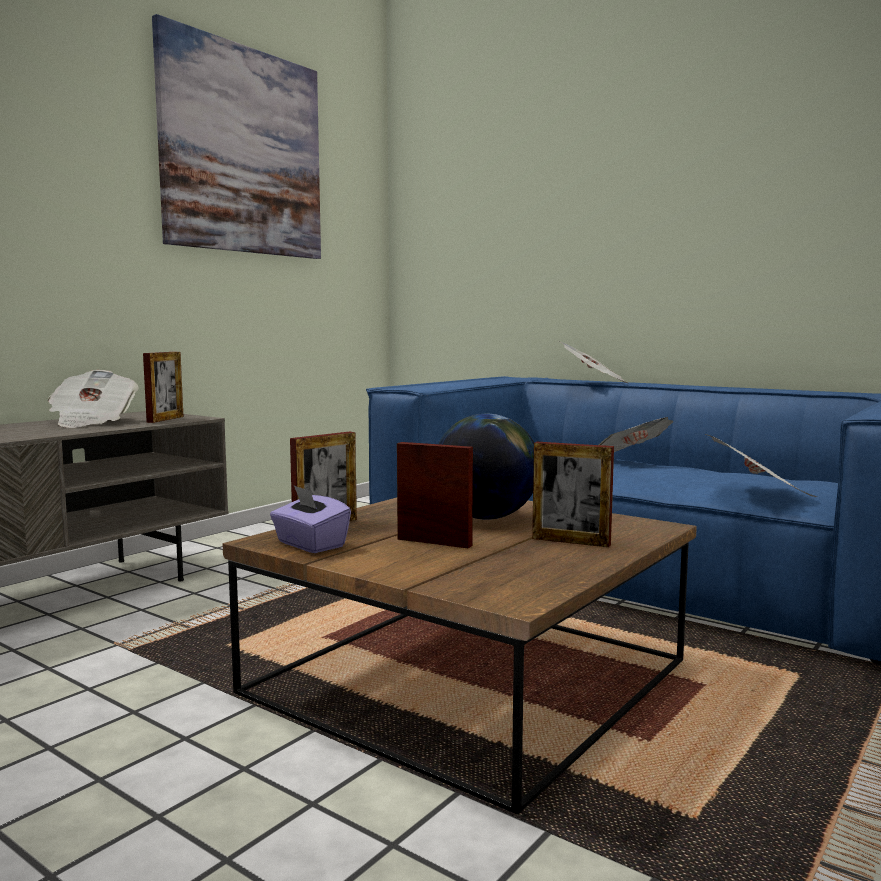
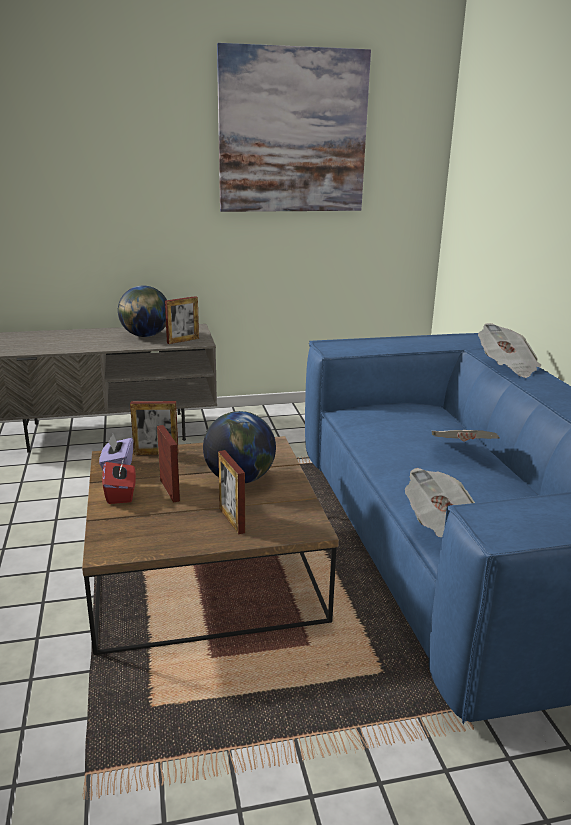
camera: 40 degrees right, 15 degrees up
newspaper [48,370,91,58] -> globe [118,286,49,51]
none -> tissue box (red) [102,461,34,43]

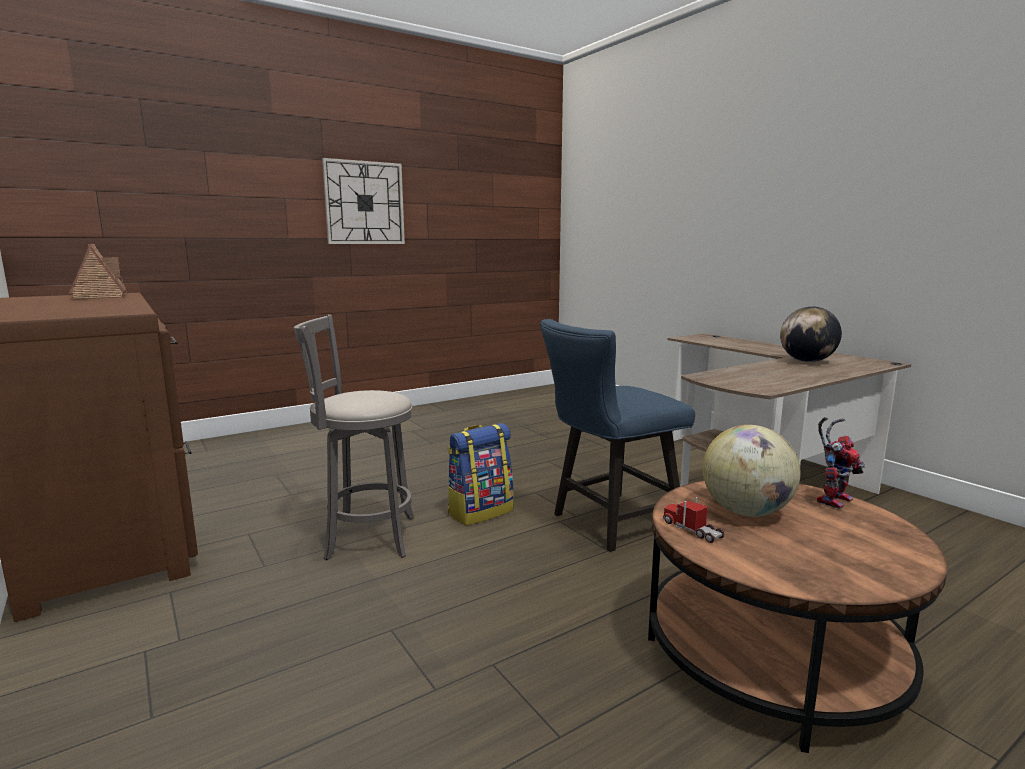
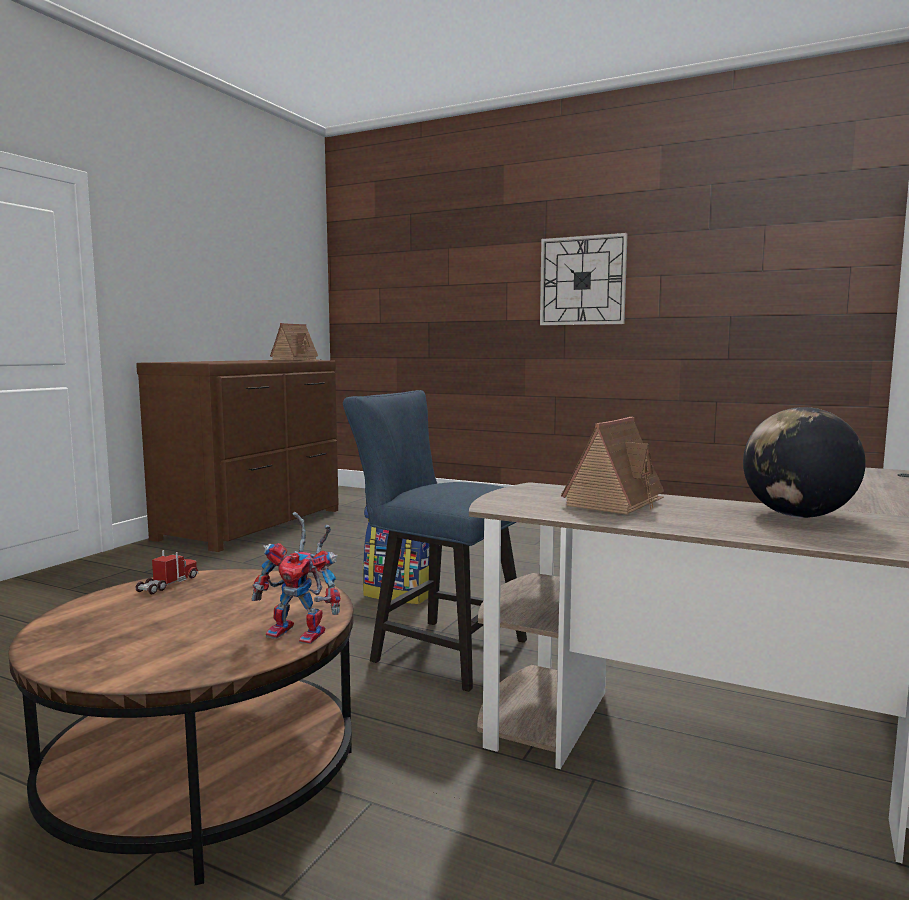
camera: 60 degrees right, 5 degrees down
stool (grey) [294,314,120,246] -> none
globe [703,425,98,92] -> none
none -> toy house [561,417,103,98]

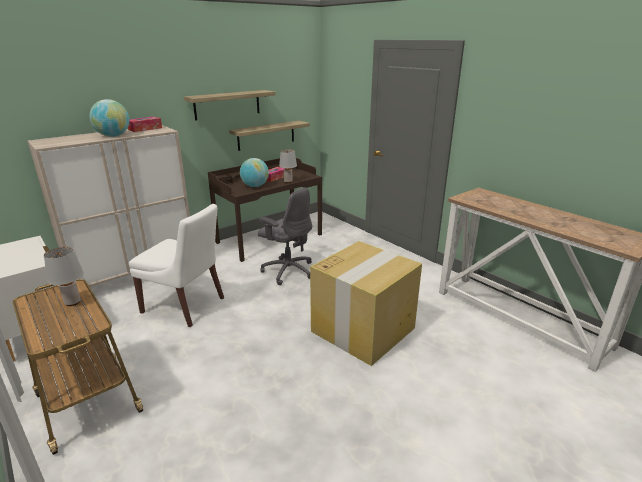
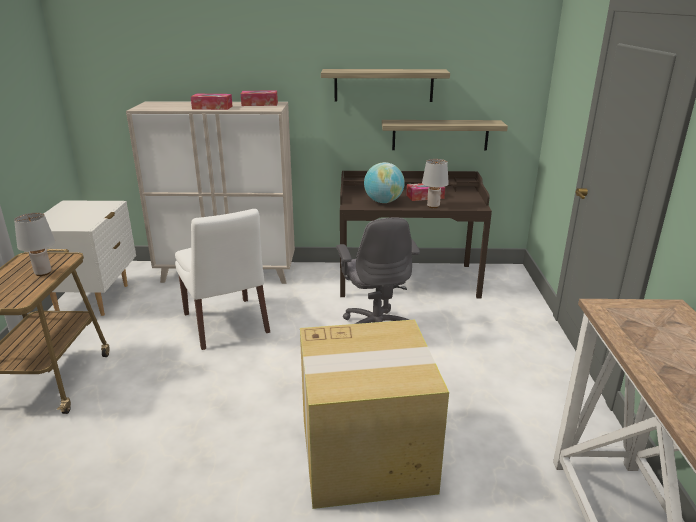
camera: 40 degrees right, 0 degrees up
globe [89,99,40,38] -> tissue box [191,94,41,16]

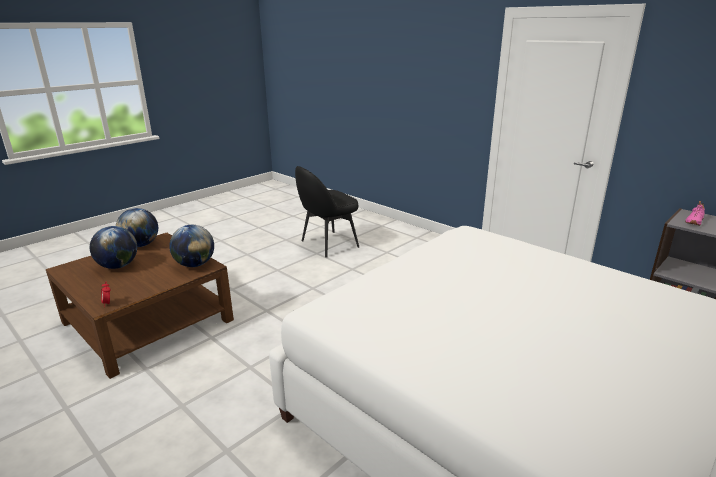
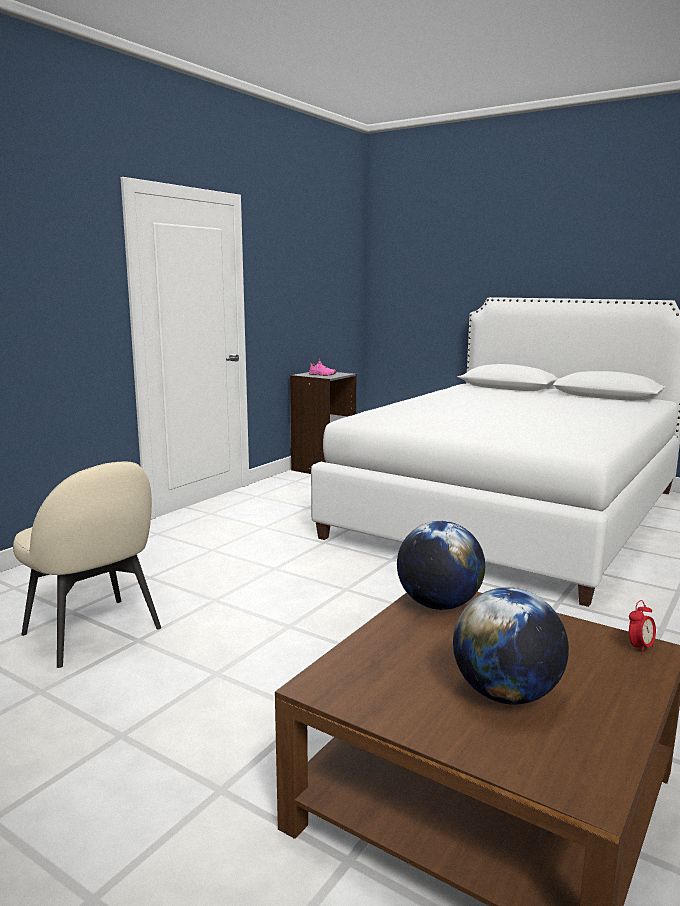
camera: 100 degrees left, 10 degrees down
chair (black) [295,166,64,91] -> chair (beige) [13,462,148,206]
globe [116,208,42,39] -> none

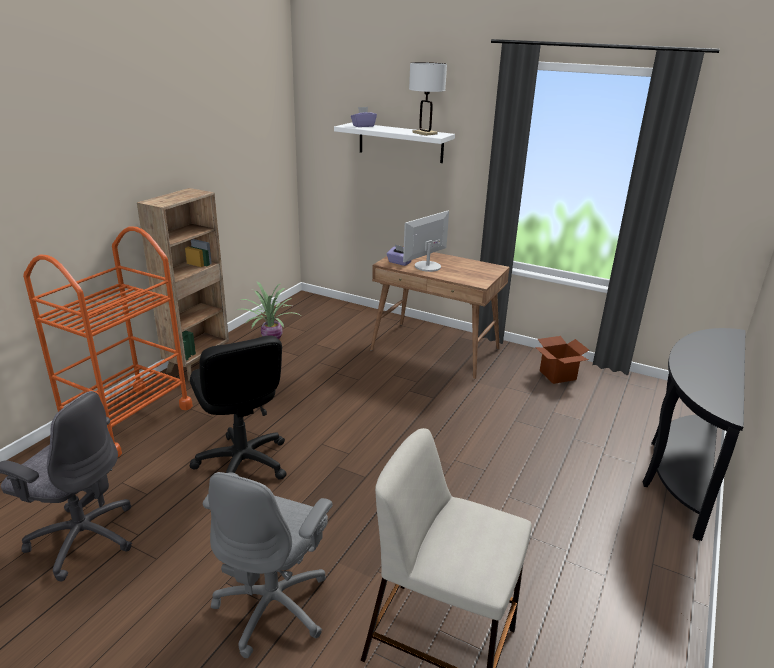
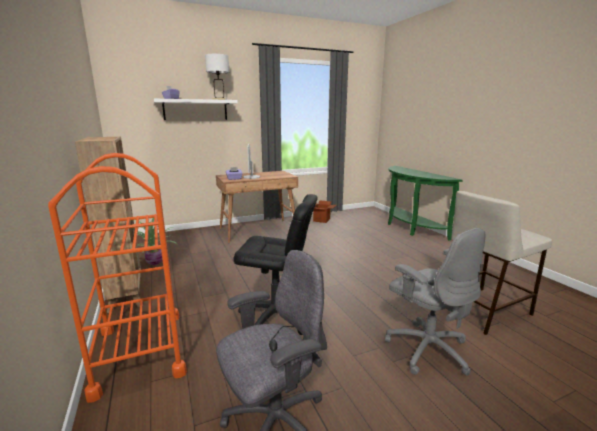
camera: 50 degrees left, 10 degrees down
console table (black) [643,328,102,213] -> console table (green) [388,166,75,75]

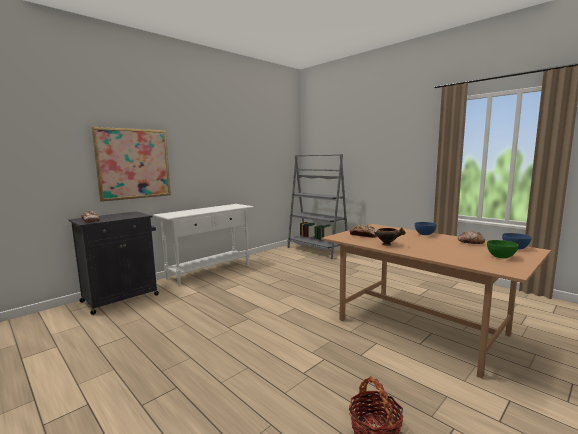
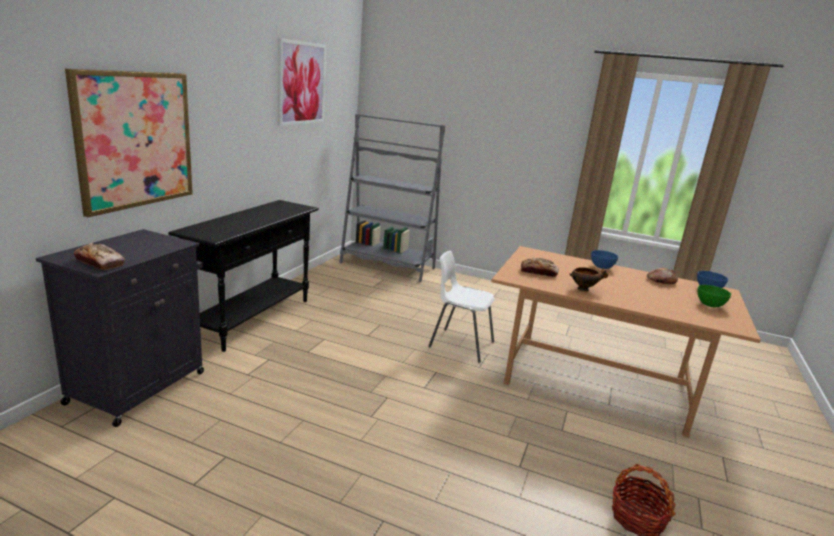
camera: 25 degrees left, 10 degrees up
console table (white) [153,204,100,82] -> console table (black) [168,200,151,152]
none -> picture [278,38,48,88]
none -> chair (white) [428,251,66,112]

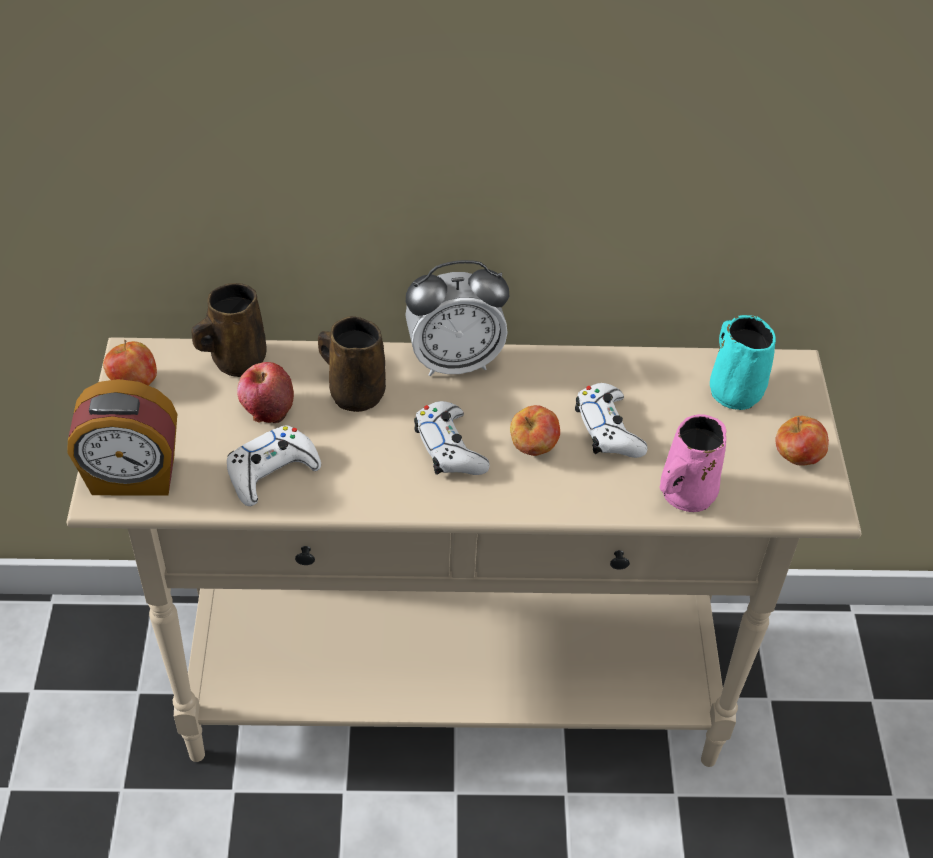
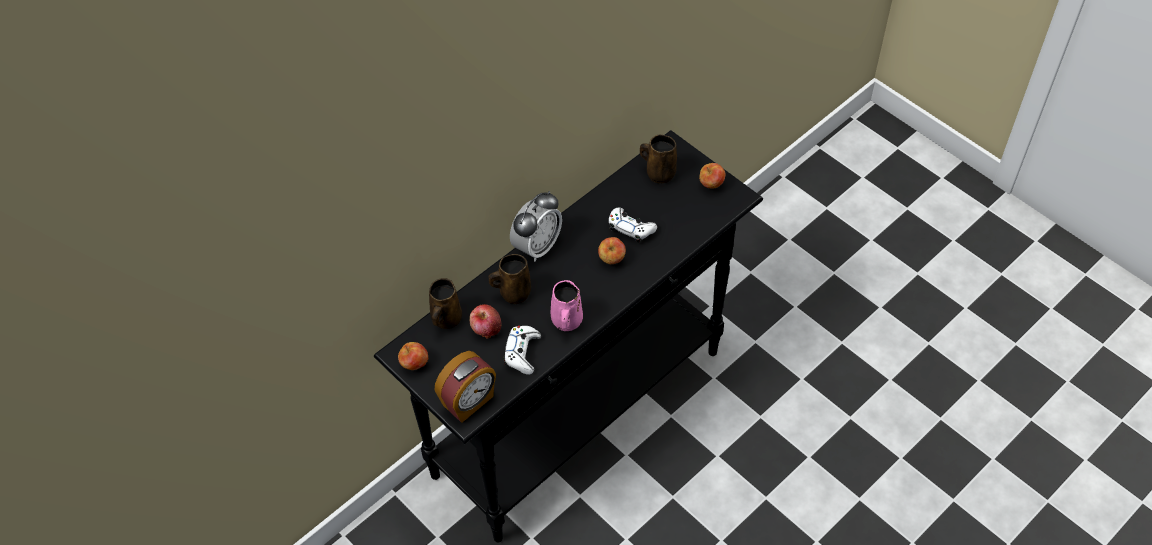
camera: 40 degrees left, 5 degrees up
mug (turquoise) [710,315,66,95] -> mug (brown) [640,134,37,49]
console table (beige) [66,337,796,430] -> console table (black) [374,130,389,413]
game controller (white) [414,401,76,74] -> none
mug (pink) [660,414,66,98] -> mug (pink) [551,280,32,51], relocated

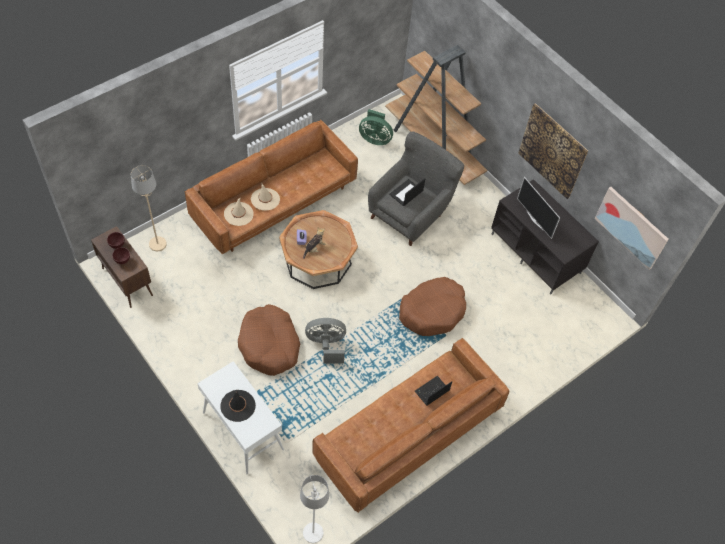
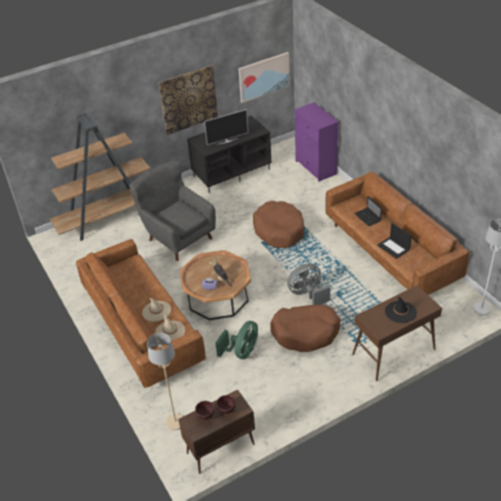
camera: 75 degrees left, 15 degrees down
fan (green) [359,109,34,36] -> fan (green) [215,321,43,38], relocated
laptop [389,178,36,28] -> laptop [377,223,35,36], relocated
fan (grey) [305,318,41,45] -> fan (grey) [287,263,43,42], 60 degrees clockwise
console table (white) [197,361,87,113] -> console table (brown) [352,285,90,96]
none -> dresser (purple) [294,102,45,80]

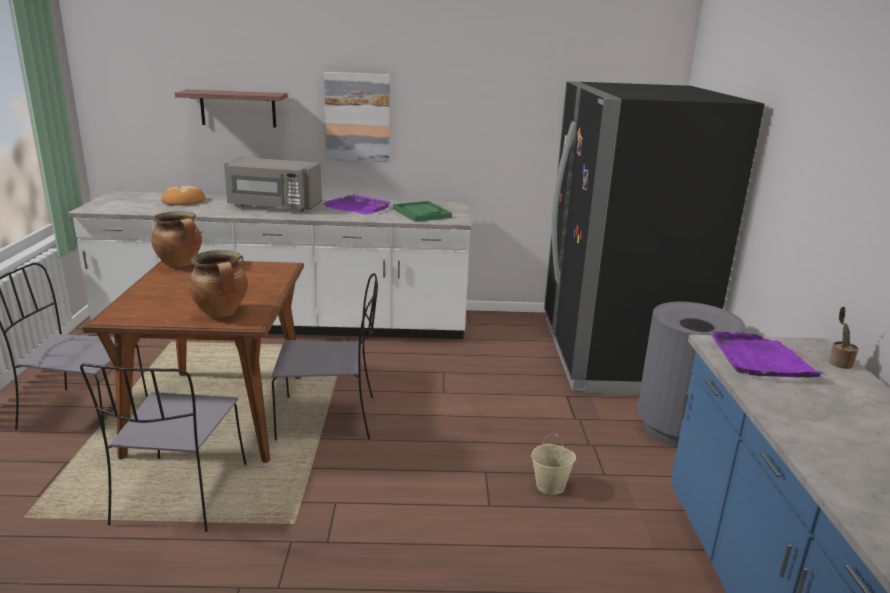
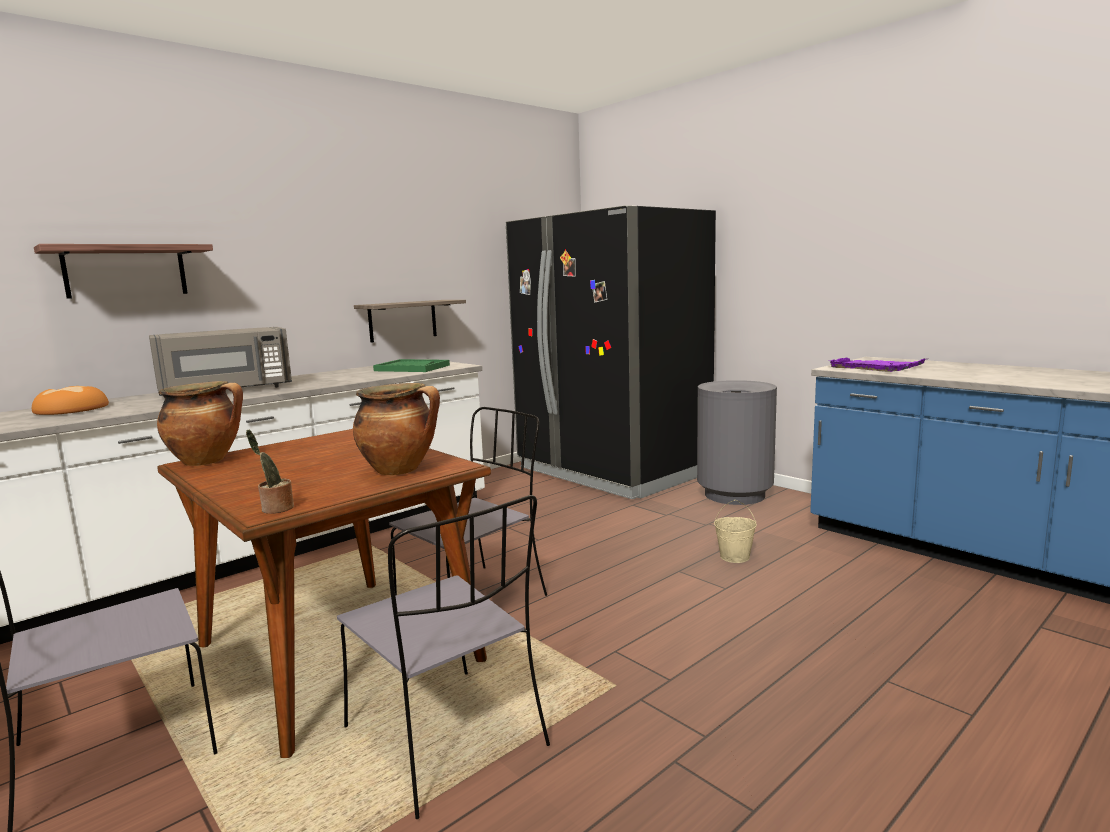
camera: 40 degrees left, 10 degrees down
picture [324,72,66,90] -> none
tray (purple) [323,194,67,21] -> none
potted plant [829,307,29,62] -> potted plant [246,430,48,84], relocated
none -> shelf [354,300,112,43]

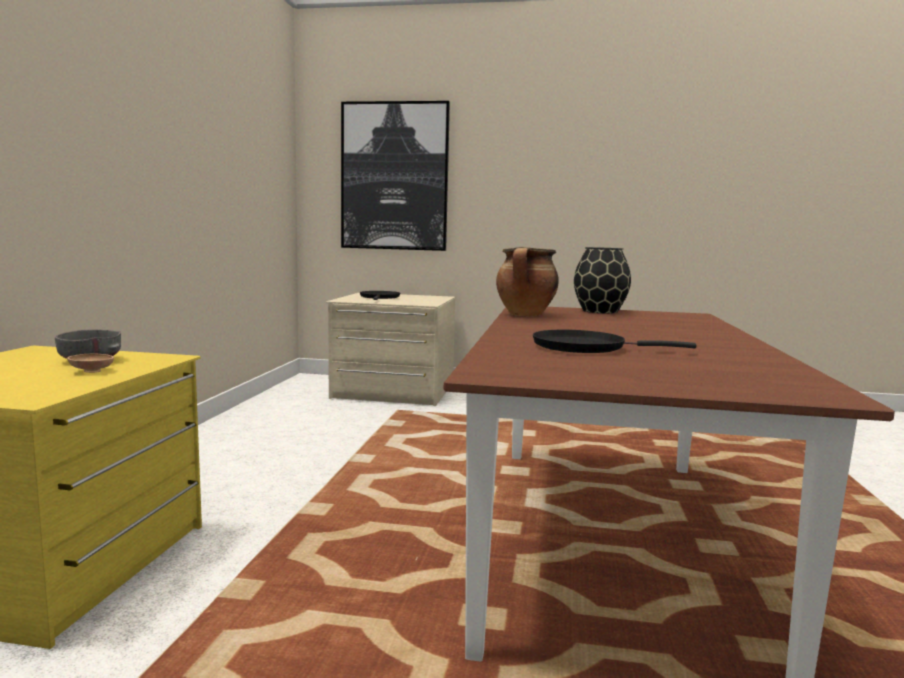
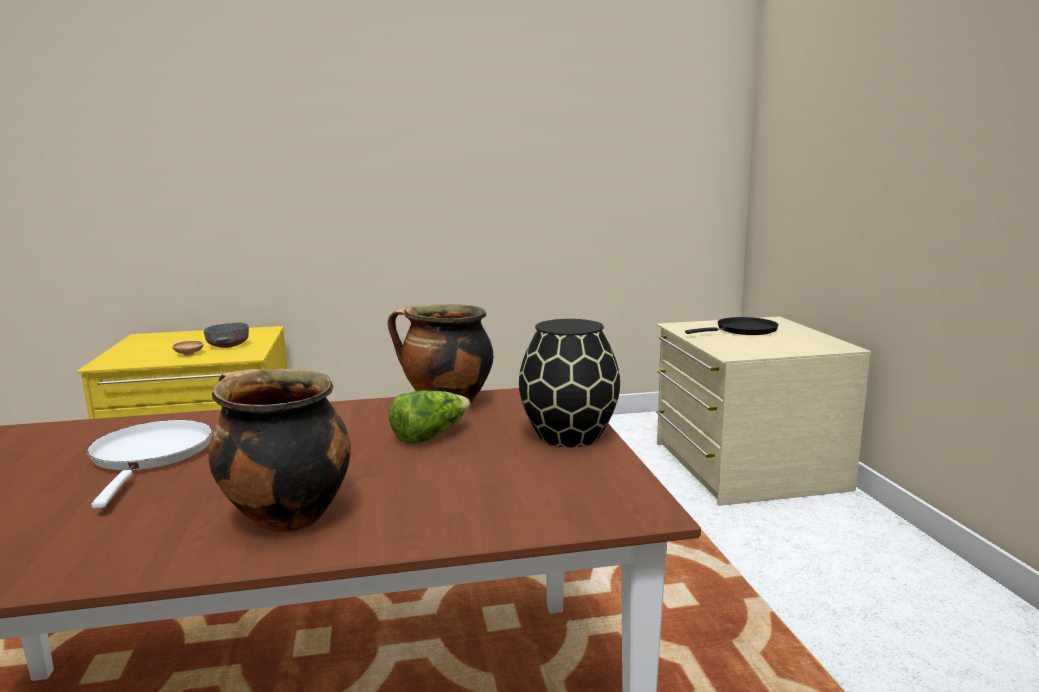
camera: 70 degrees right, 5 degrees up
picture [341,101,109,150] -> none
frying pan (black) [533,330,164,23] -> frying pan (white) [87,420,125,89]
none -> cooking pot [208,369,143,163]
none -> lettuce [388,390,82,54]

